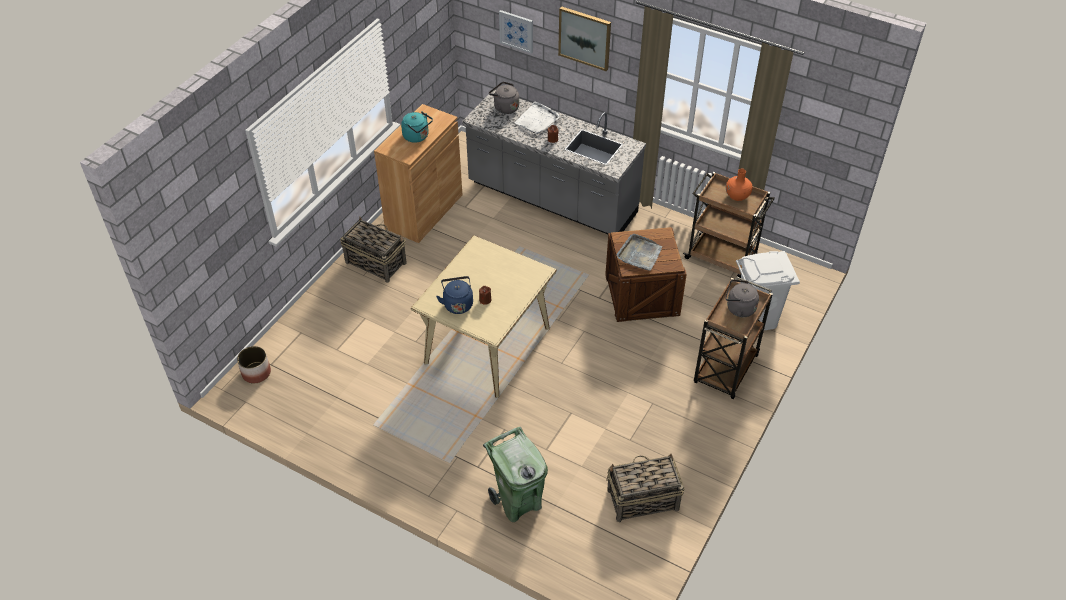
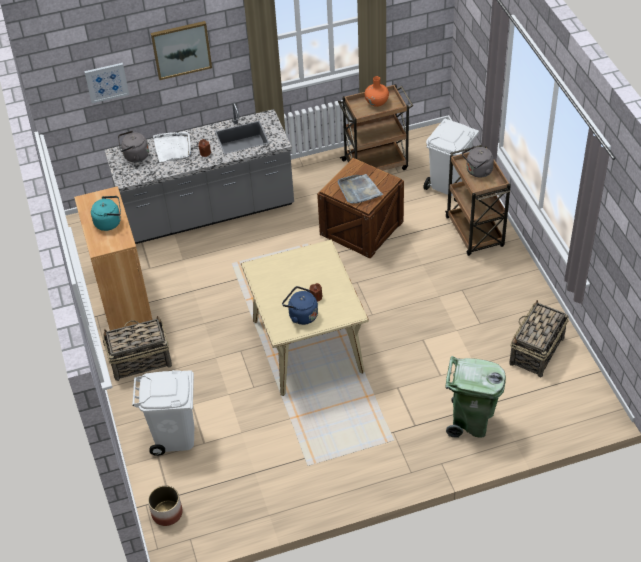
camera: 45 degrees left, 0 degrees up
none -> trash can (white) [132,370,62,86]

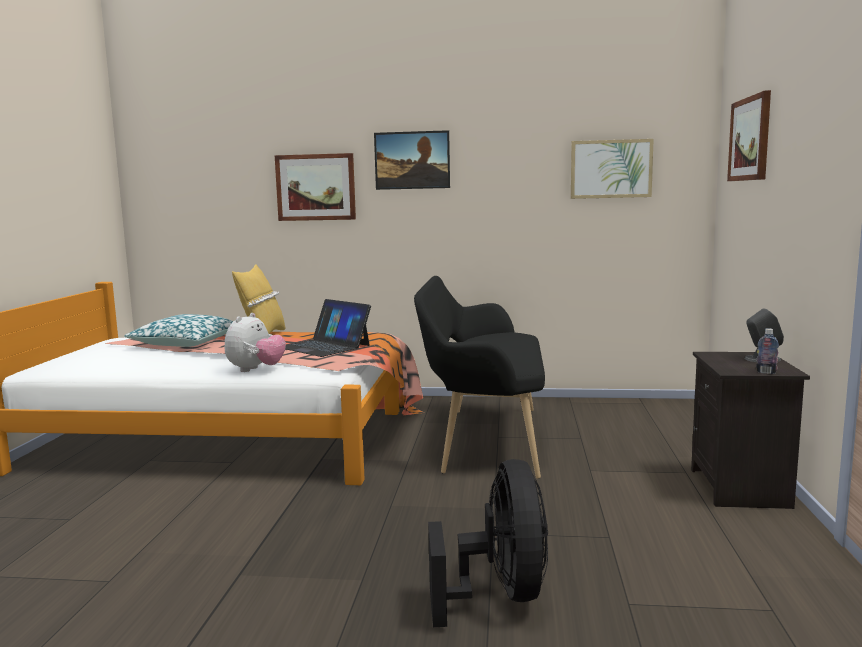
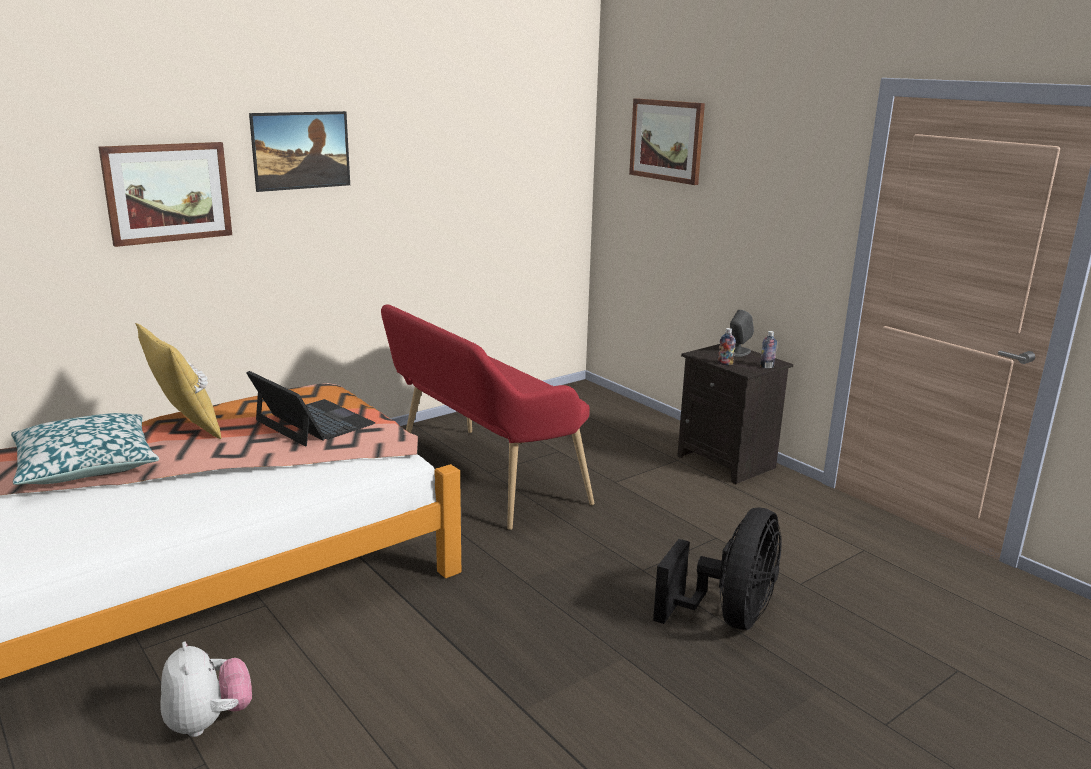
camera: 45 degrees left, 10 degrees up
picture [571,139,83,60] -> none
bench (black) [414,276,131,203] -> bench (red) [381,304,213,226]
laptop [285,299,86,58] -> laptop [246,371,129,75], 135 degrees counterclockwise
plush toy [225,313,61,59] -> plush toy [160,641,92,96], relocated
fan (black) [428,459,120,168] -> fan (black) [653,508,129,122], 75 degrees clockwise
none -> bottle [718,328,18,37]

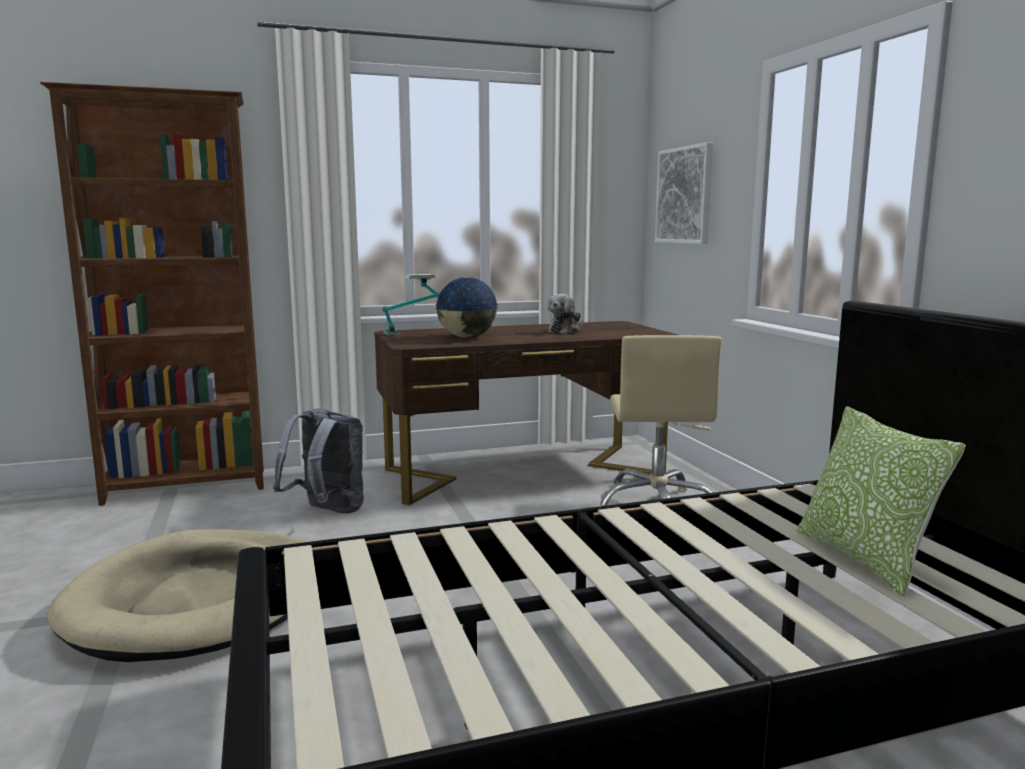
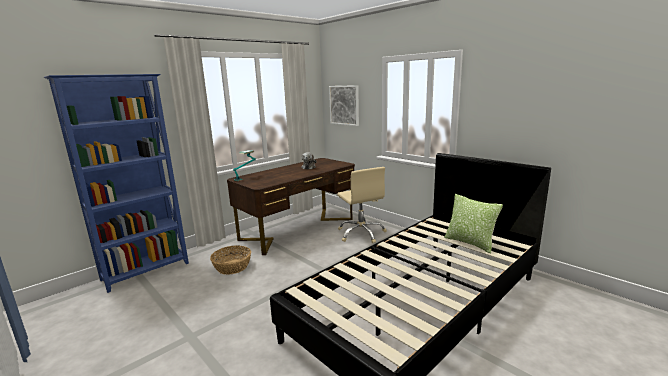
camera: 25 degrees left, 5 degrees up
bookcase (brown) [40,82,224,424] -> bookcase (blue) [44,74,145,219]
globe [435,277,63,61] -> none
backpack (grey) [273,408,91,106] -> basket [210,245,41,30]
dog bed (beige) [47,529,259,133] -> none

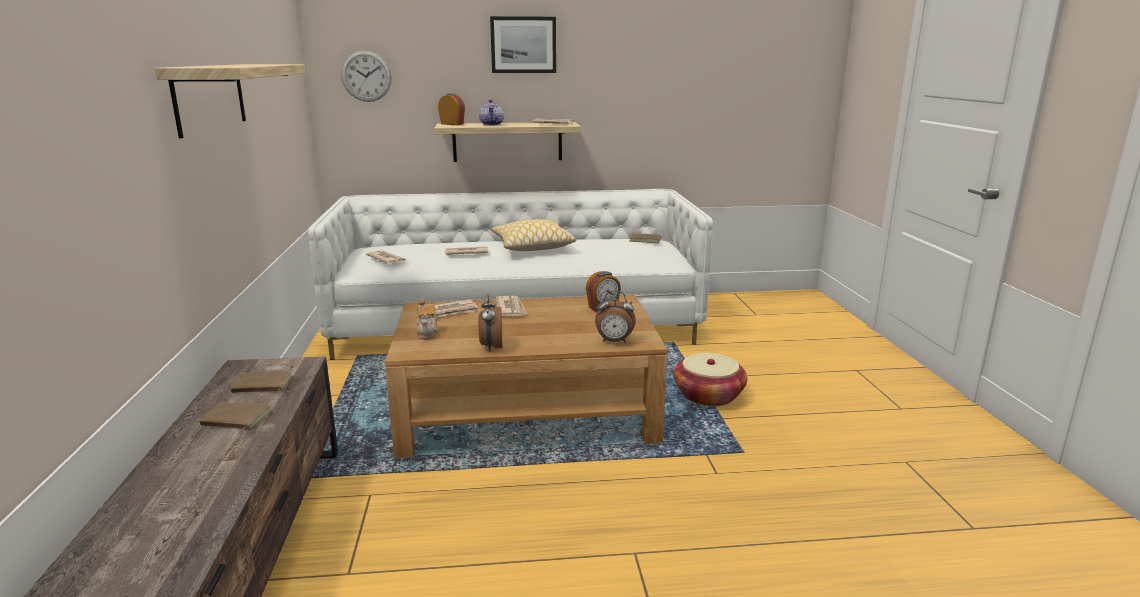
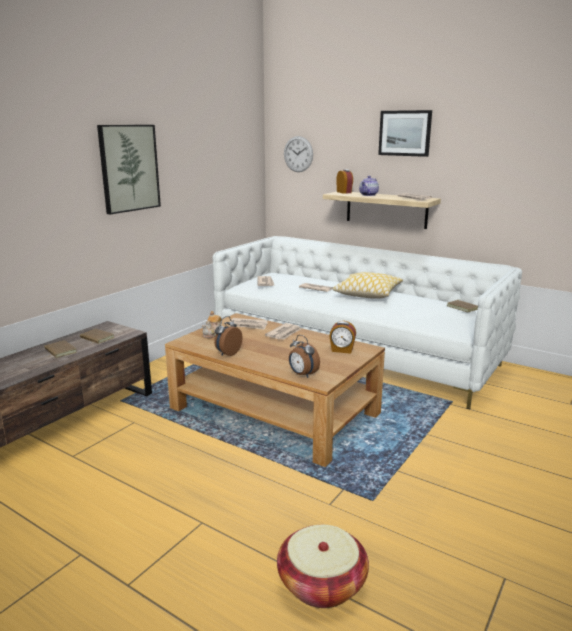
camera: 40 degrees right, 0 degrees up
shelf [155,64,151,74] -> picture [97,125,64,89]
basket [673,353,74,54] -> basket [277,525,92,83], relocated

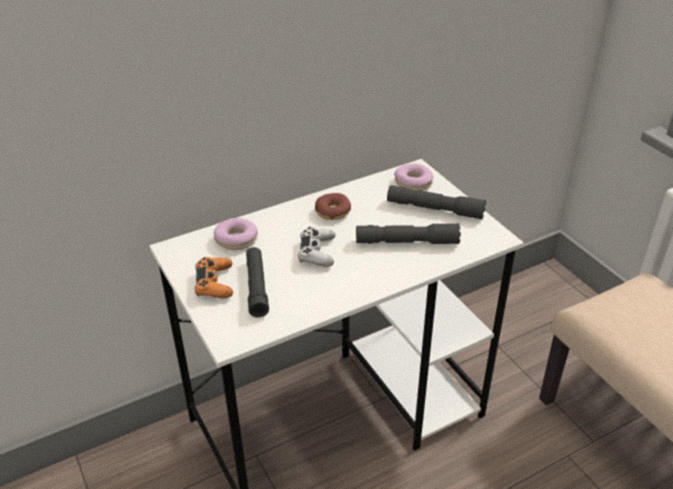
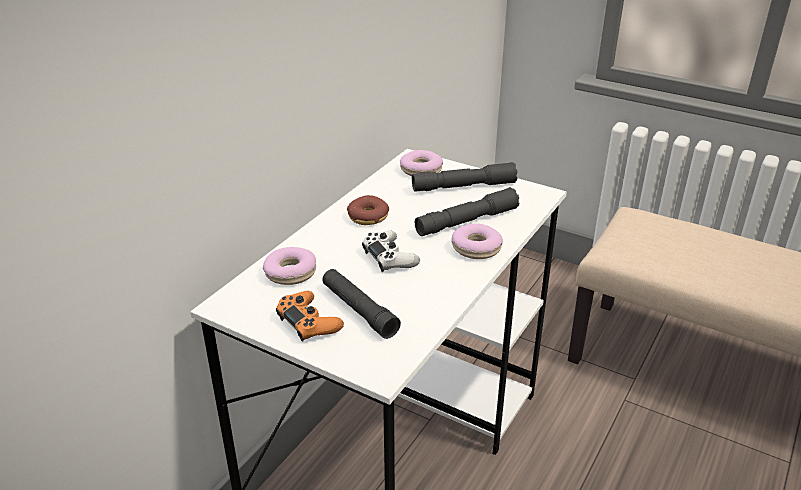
camera: 30 degrees left, 5 degrees down
none -> donut [451,224,52,35]

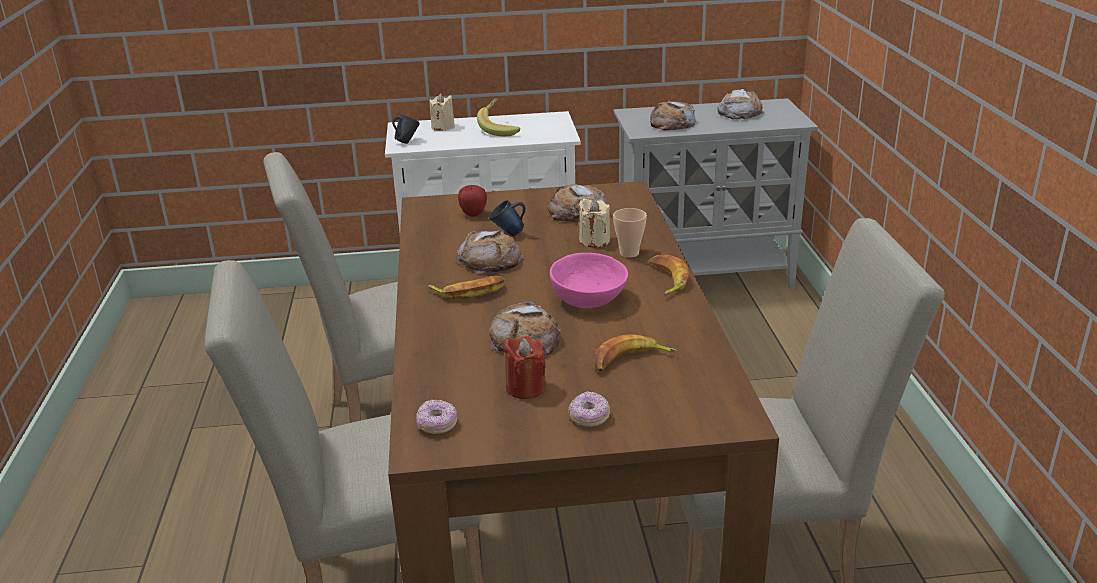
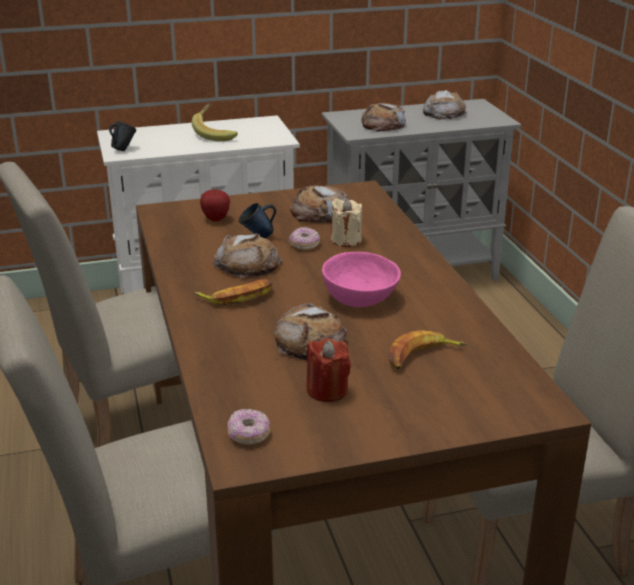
camera: 10 degrees left, 0 degrees up
candle (beige) [429,93,26,38] -> none
cup [613,208,34,50] -> none
banana [649,254,40,41] -> none
donut [568,392,42,35] -> donut [289,227,31,23], relocated

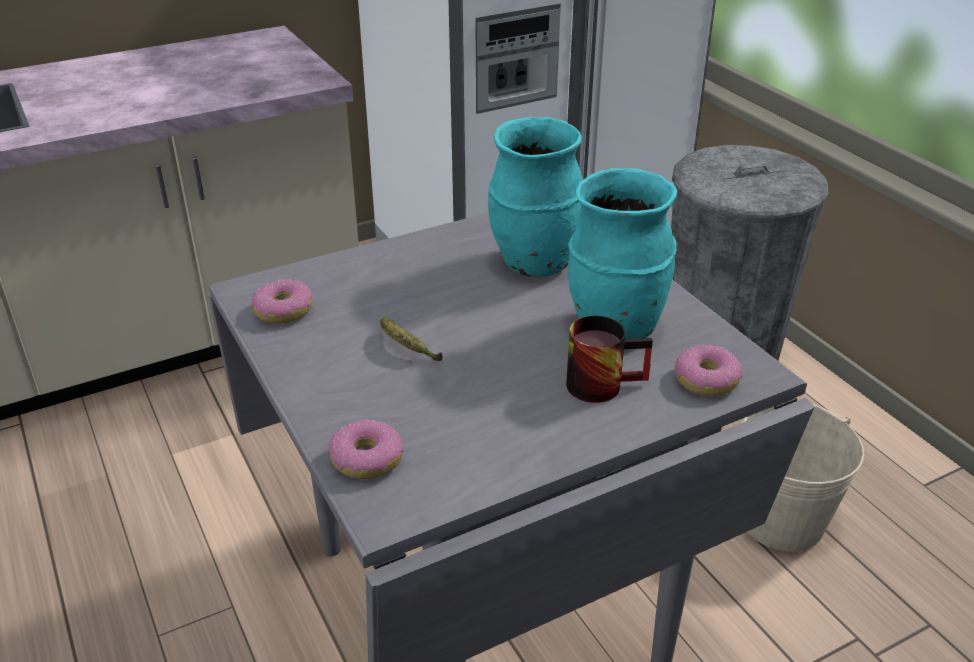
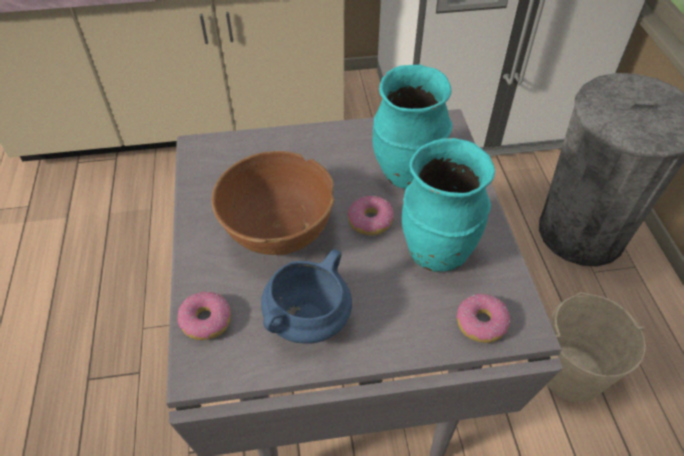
camera: 20 degrees right, 15 degrees up
donut [251,279,61,44] -> donut [347,196,47,39], relocated
mug [566,315,87,88] -> none
banana [380,317,63,44] -> bowl (brown) [212,151,123,104]
none -> cooking pot (blue) [261,249,91,95]

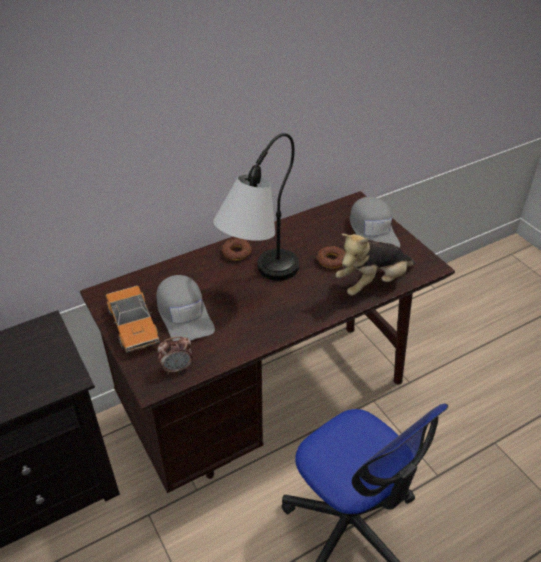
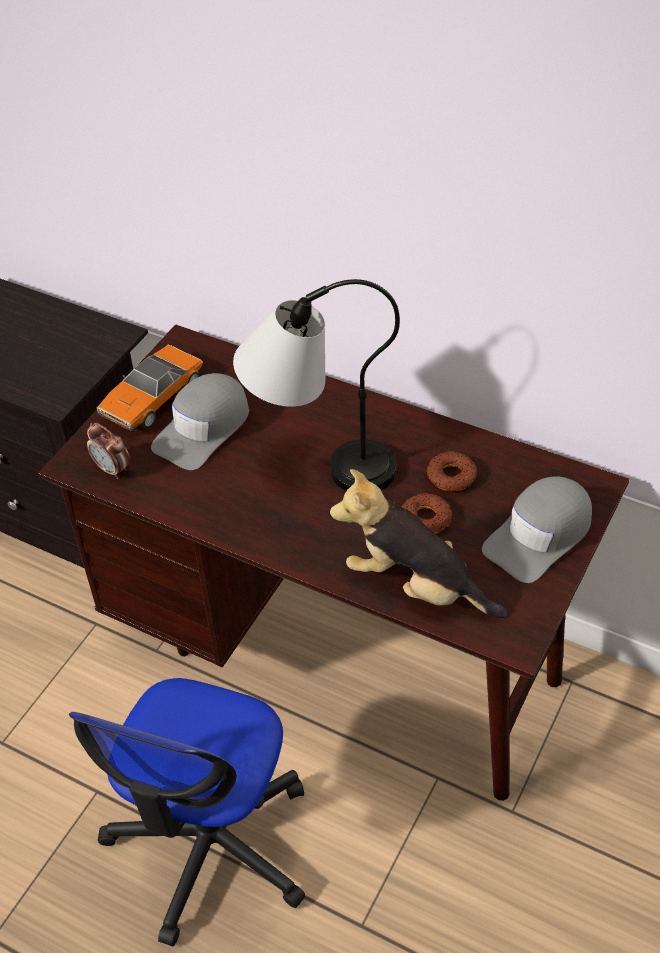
camera: 60 degrees right, 5 degrees up
donut [222,238,30,22] -> donut [426,451,51,40], relocated

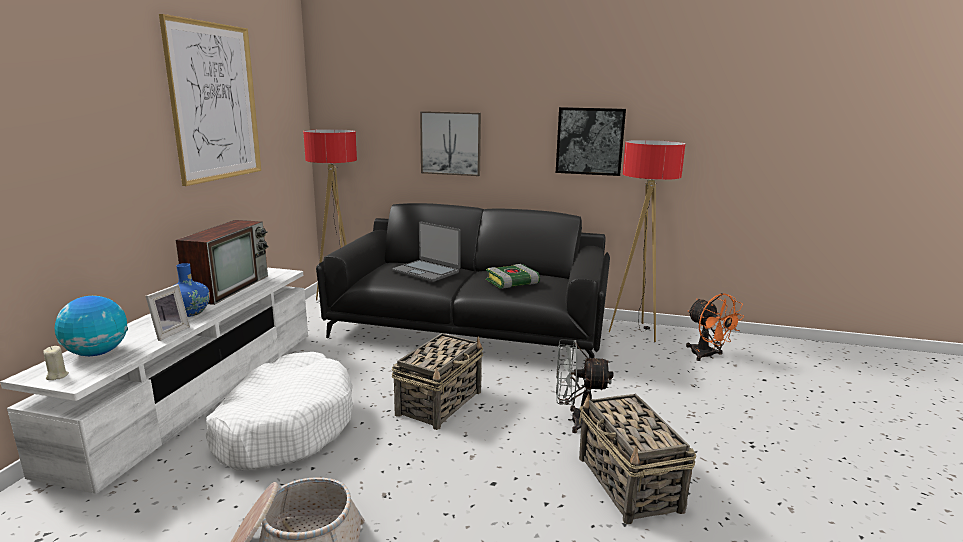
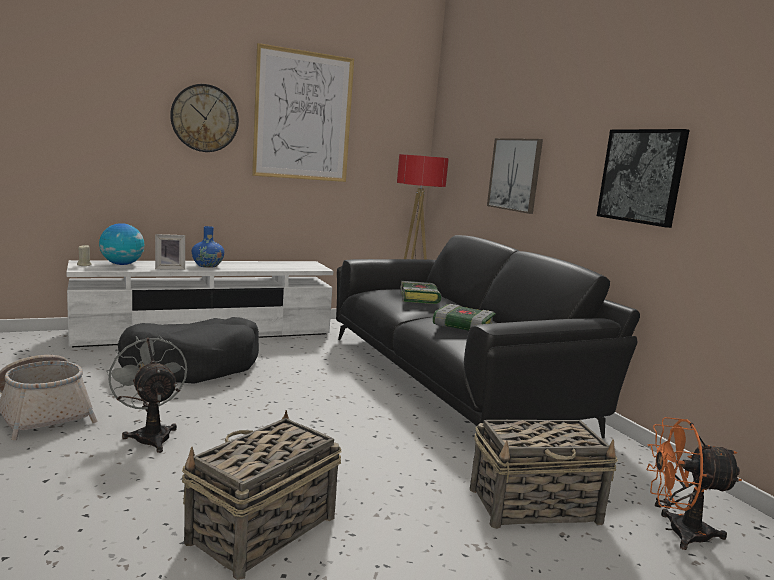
camera: 50 degrees right, 5 degrees down
floor lamp [609,140,76,202] -> none
television [176,220,93,85] -> none
laptop [392,221,69,61] -> book [400,281,42,23]
fan (orange) [686,293,57,68] -> fan (orange) [646,417,96,133], 75 degrees clockwise
basket [392,333,91,97] -> basket [470,420,148,109], relocated
fan (grey) [556,339,57,94] -> fan (grey) [107,335,80,118], relocated
dog bed (white) [205,352,148,119] -> dog bed (black) [118,317,141,67]
none -> wall clock [170,84,69,68]

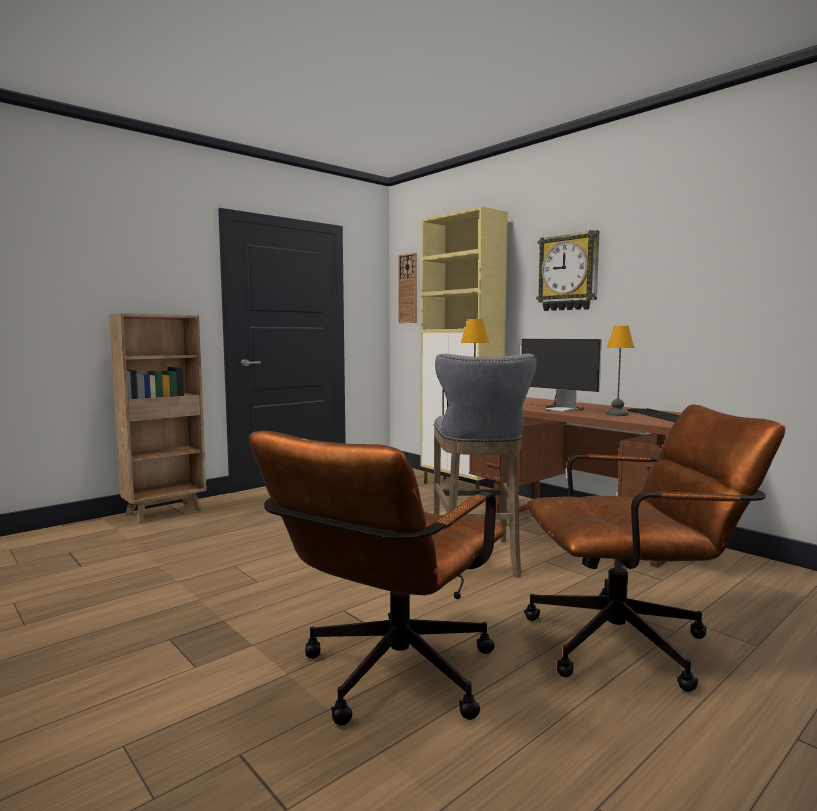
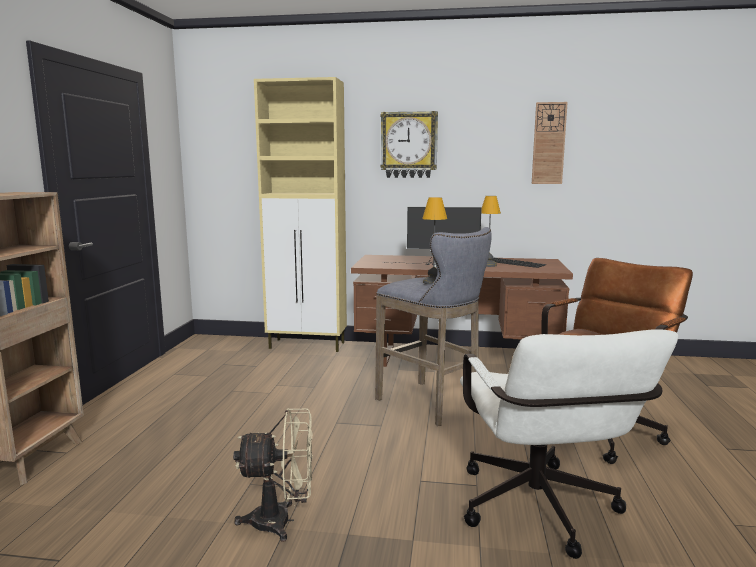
camera: 40 degrees left, 5 degrees up
wall clock [398,253,19,70] -> wall clock [532,102,36,82], relocated
office chair (brown) [249,431,256,295] -> office chair (white) [460,330,218,229]
none -> fan (beige) [233,408,80,134]

